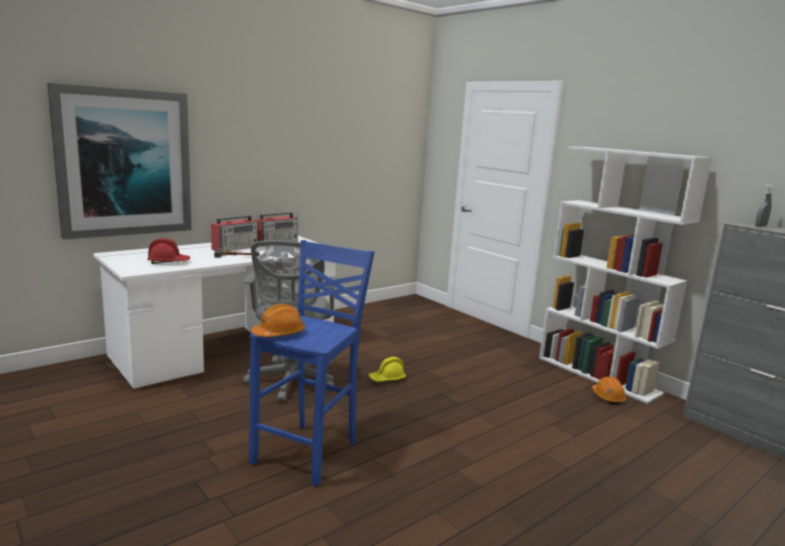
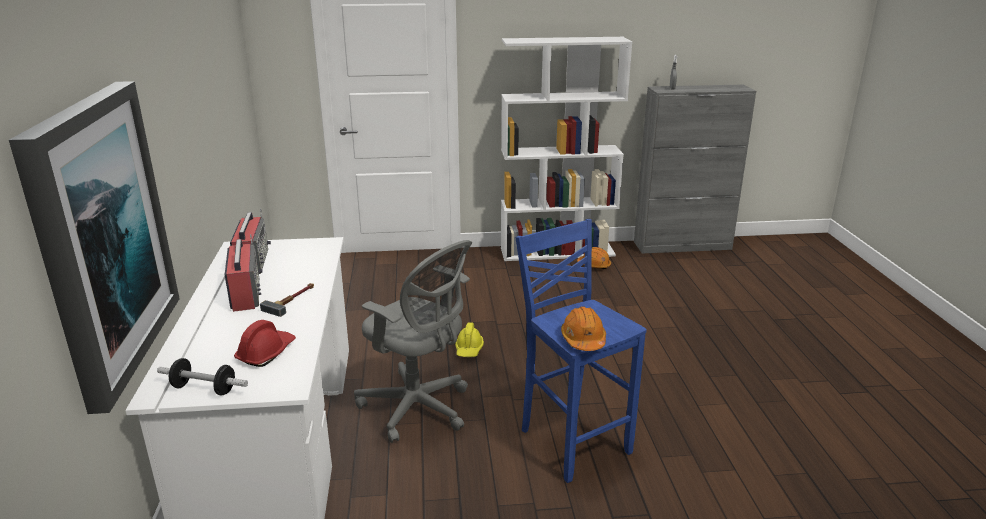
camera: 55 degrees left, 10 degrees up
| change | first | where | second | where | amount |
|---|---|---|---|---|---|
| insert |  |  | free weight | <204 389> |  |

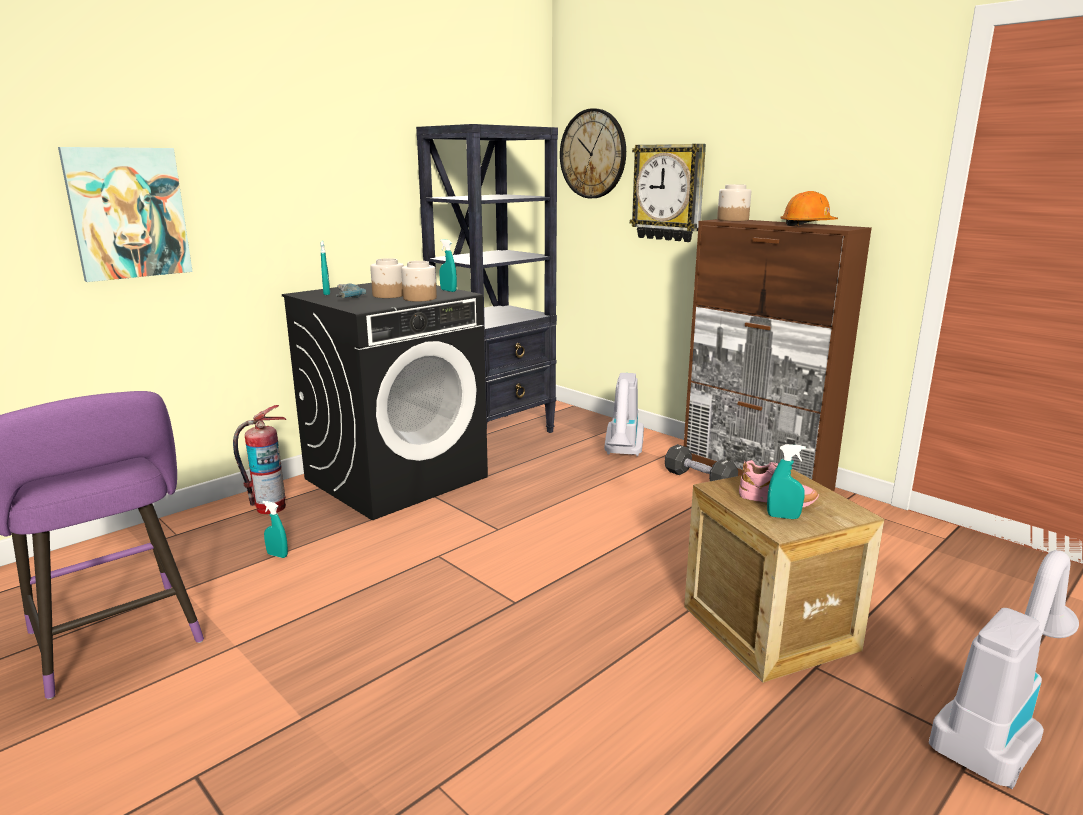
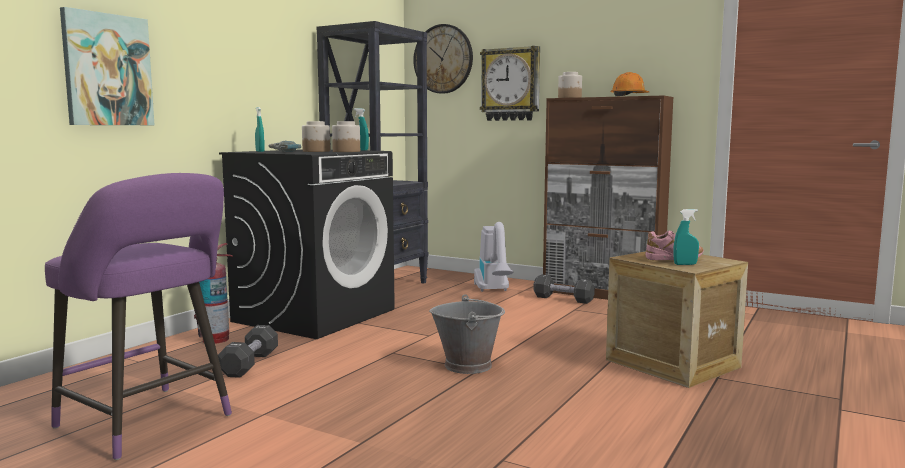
camera: 15 degrees left, 10 degrees down
| change | first | where | second | where | amount |
|---|---|---|---|---|---|
| delete | vacuum | <998 724> |  |  |  |
| insert |  |  | gray pail | <468 365> |  |
| replace | turquoise-coloured spray bottle | <277 555> | black free weight | <250 364> |  |

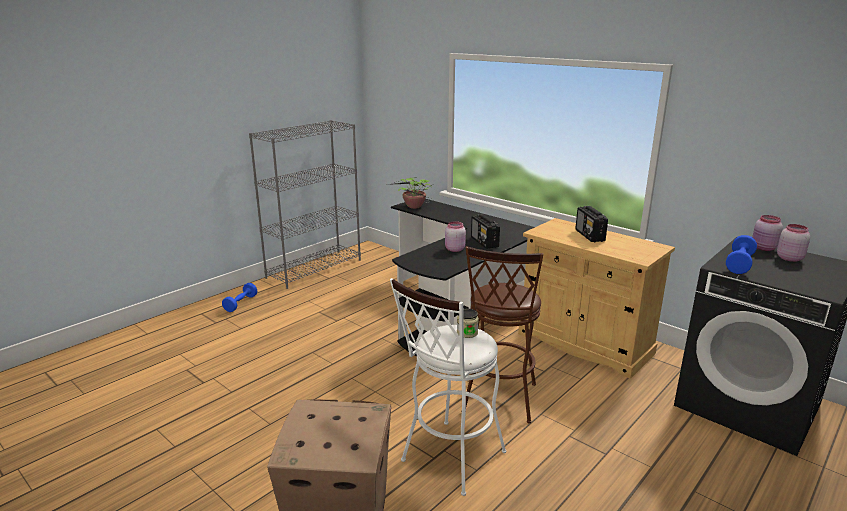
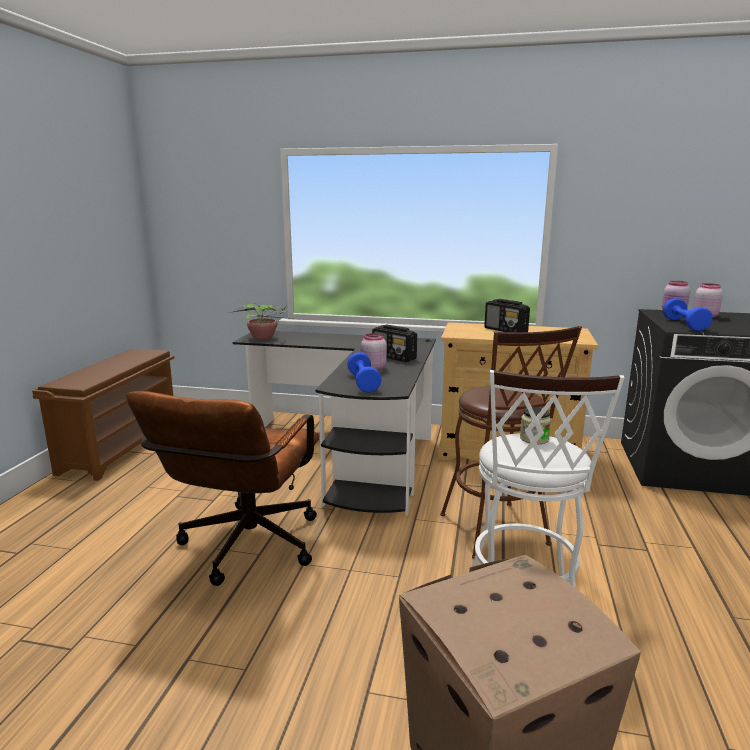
camera: 30 degrees left, 5 degrees down
| change | first | where | second | where | amount |
|---|---|---|---|---|---|
| insert |  |  | brown-coloured desk chair | <244 550> |  |
| move | blue free weight | <241 303> |  | <363 383> |  |
| replace | gray shelving unit | <315 268> | brown-coloured shoe rack | <121 447> |  |

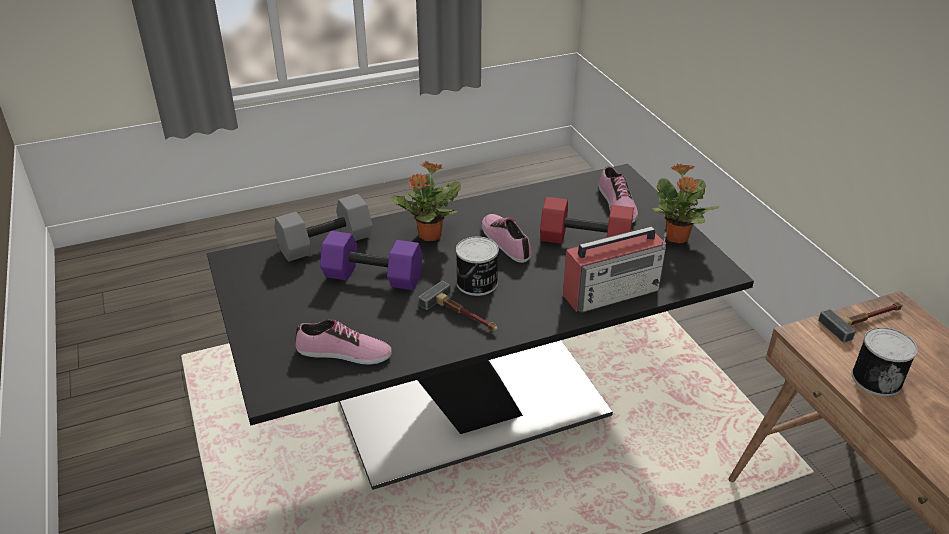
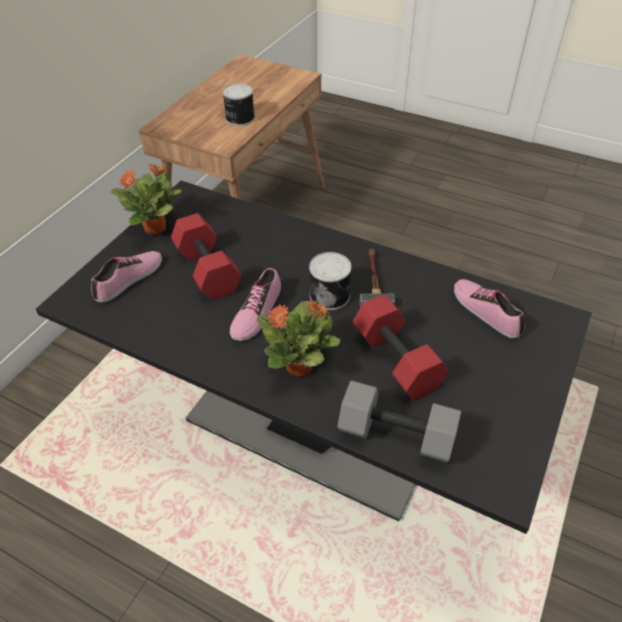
camera: 130 degrees left, 10 degrees up
| change | first | where | second | where | amount |
|---|---|---|---|---|---|
| delete | radio set | <612 292> |  |  |  |
| delete | tool hammer | <865 320> |  |  |  |
| recolor | purple-coloured free weight | <371 277> | red free weight | <398 360> |  |

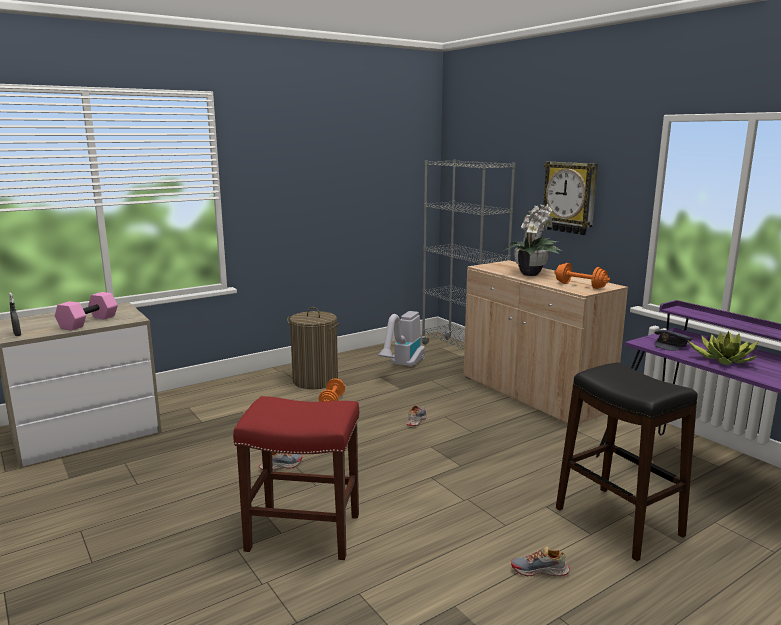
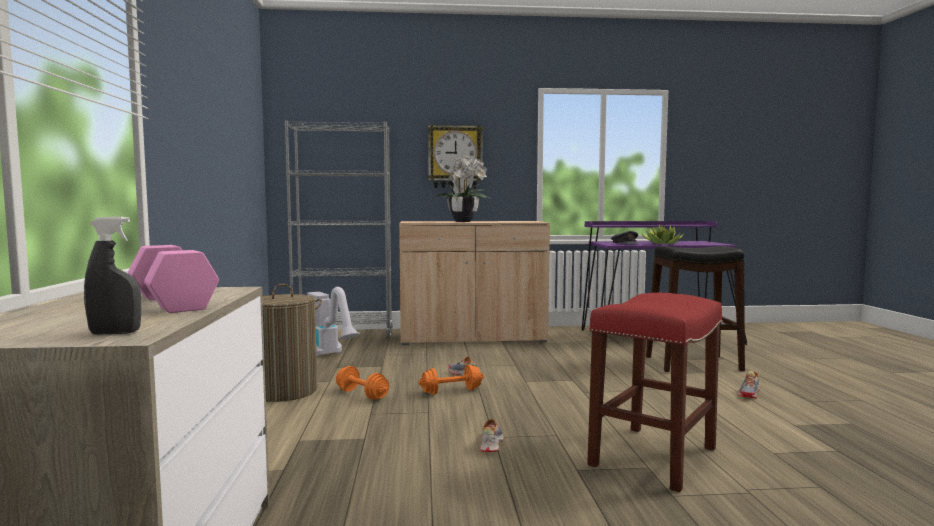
camera: 60 degrees left, 10 degrees down
| change | first | where | second | where | amount |
|---|---|---|---|---|---|
| move | orange-coloured free weight | <580 286> |  | <451 391> |  |

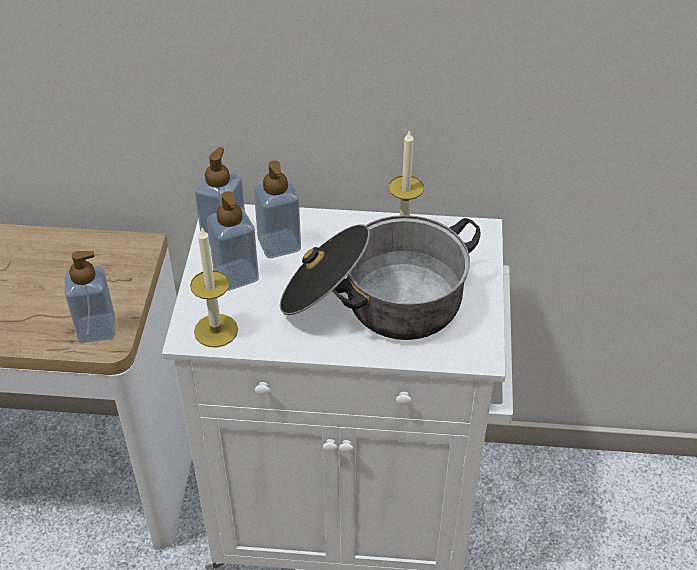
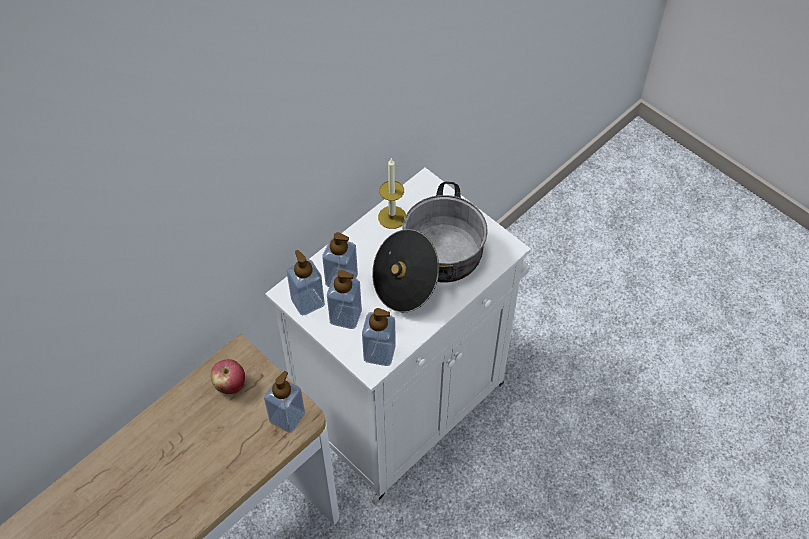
camera: 50 degrees left, 10 degrees up
| change | first | where | second | where | amount |
|---|---|---|---|---|---|
| insert |  |  | apple | <230 385> |  |
| replace | wax candle | <216 330> | soap dispenser | <379 353> |  |

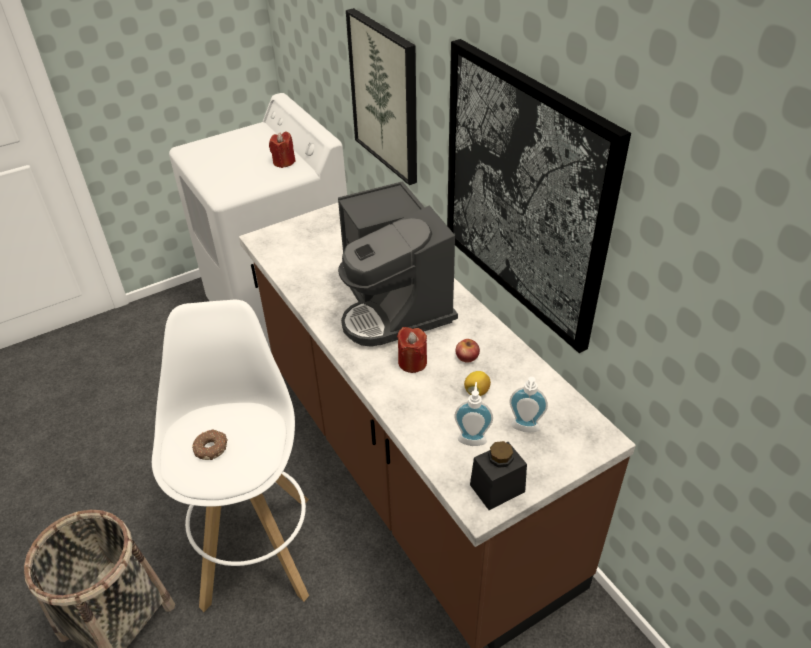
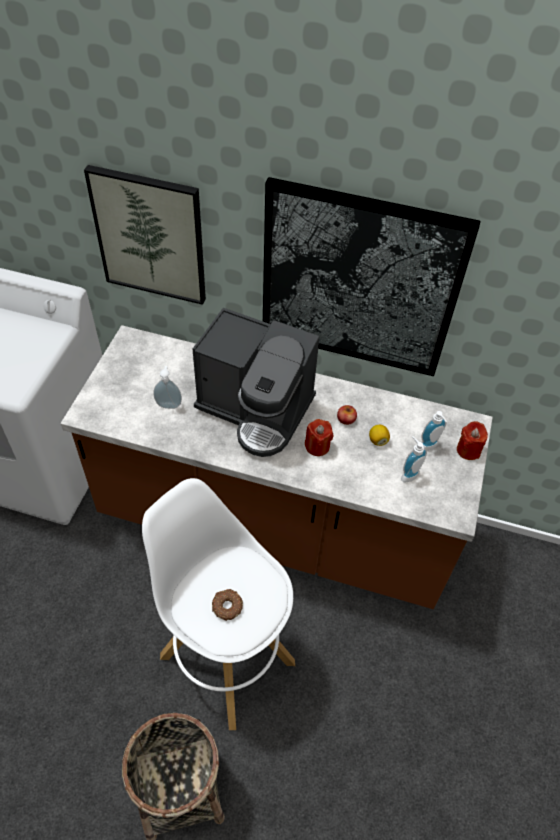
camera: 45 degrees left, 10 degrees up
| change | first | where | second | where | amount |
|---|---|---|---|---|---|
| delete | black storage jar | <497 488> |  |  |  |
| insert |  |  | soap dispenser | <169 404> |  |
| move | red wax candle | <284 162> |  | <468 450> |  |

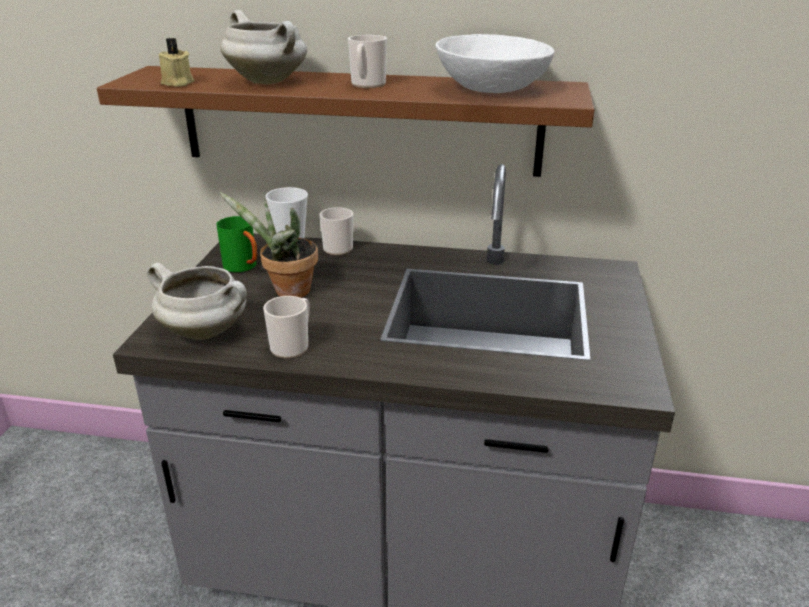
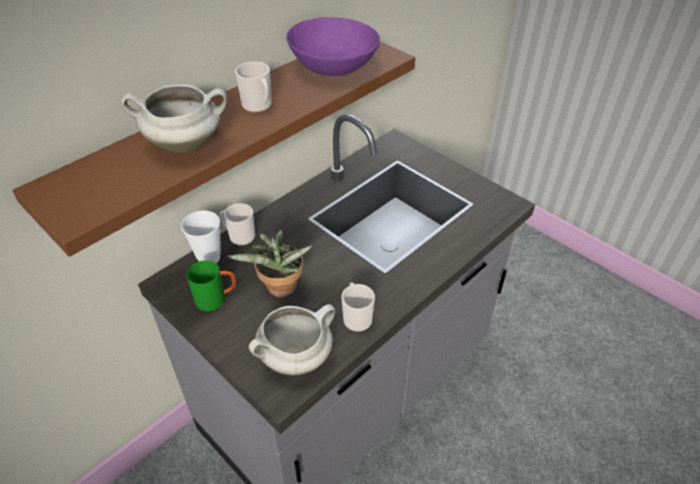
camera: 55 degrees left, 15 degrees up
| change | first | where | second | where | amount |
|---|---|---|---|---|---|
| delete | sand-coloured wax candle | <177 83> |  |  |  |
| recolor | whitish serving bowl | <490 89> | purple-coloured serving bowl | <332 67> |  |

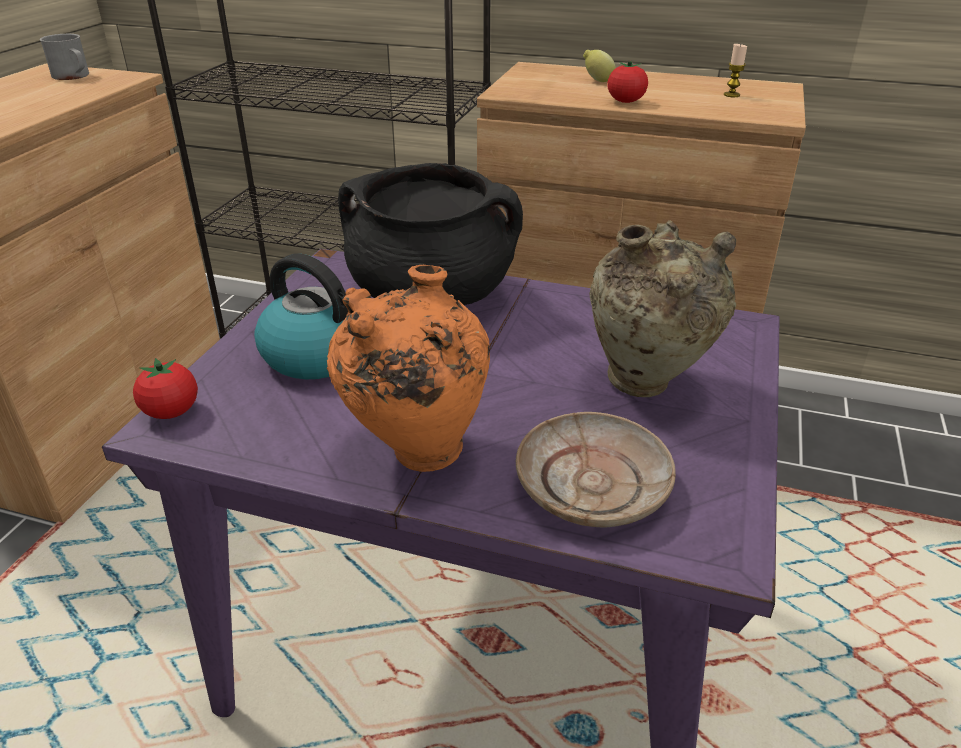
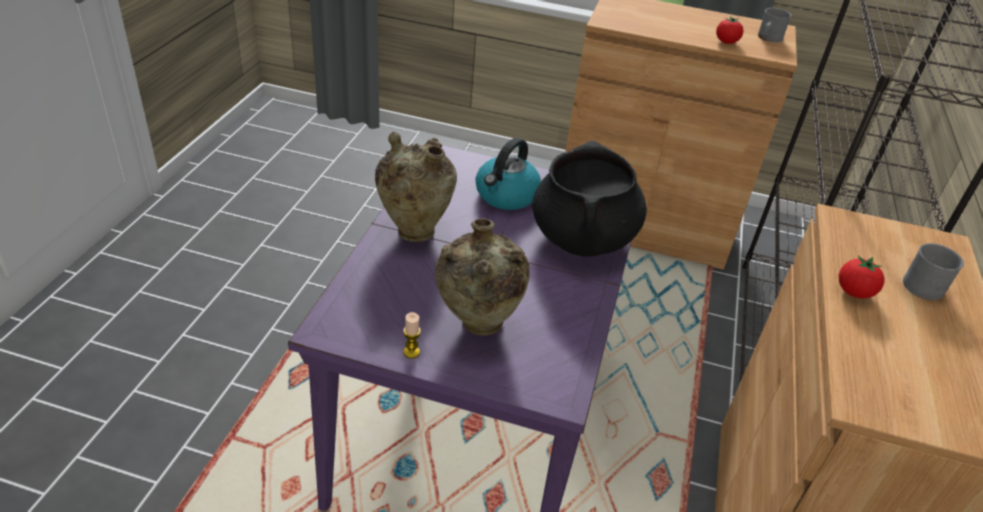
camera: 85 degrees right, 5 degrees up
| change | first | where | second | where | amount |
|---|---|---|---|---|---|
| delete | sand-coloured dinner plate | <593 485> |  |  |  |
| move | fresh tomato | <171 412> |  | <726 42> |  |
| move | wax candle | <731 95> |  | <411 352> |  |
| replace | lemon | <597 81> | gray tea mug | <922 283> |  |
| recolor | orange-coloured flower vase | <416 453> | sand-coloured flower vase | <414 229> |  |

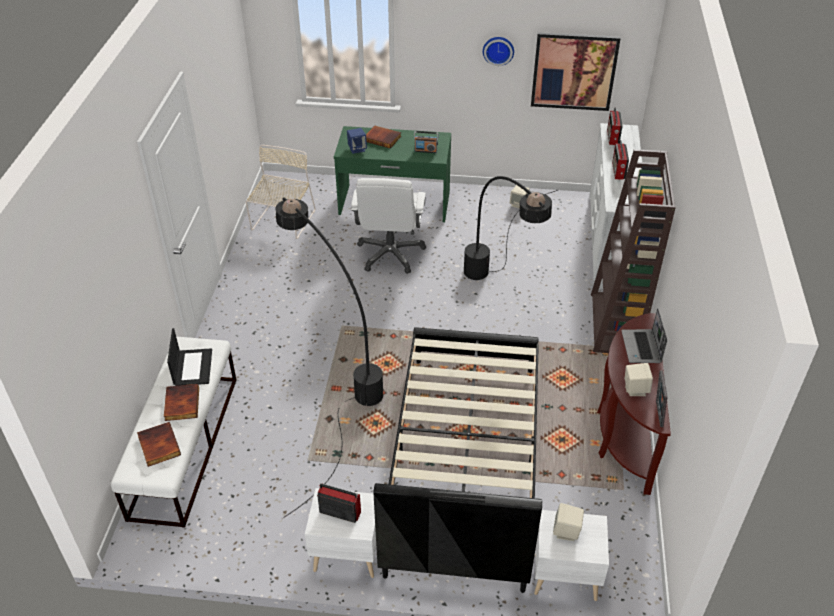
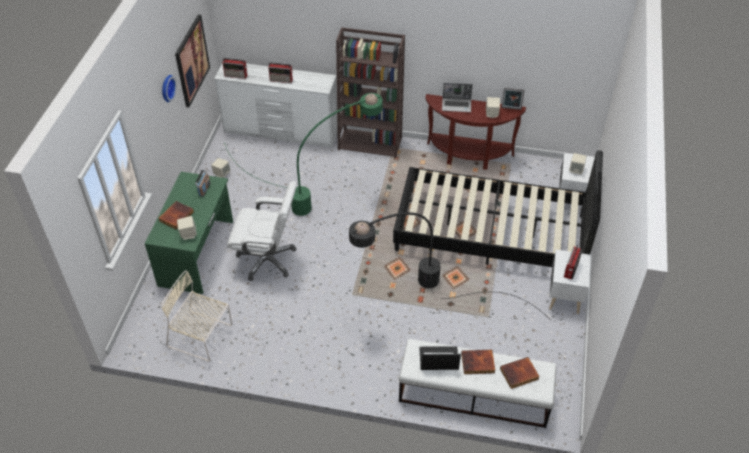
camera: 85 degrees left, 5 degrees up
| change | first | where | second | where | amount |
|---|---|---|---|---|---|
| recolor | blue audio speaker | <357 149> | sand-coloured audio speaker | <188 234> |  |
| recolor | black standing lamp | <503 286> | green standing lamp | <320 195> |  |

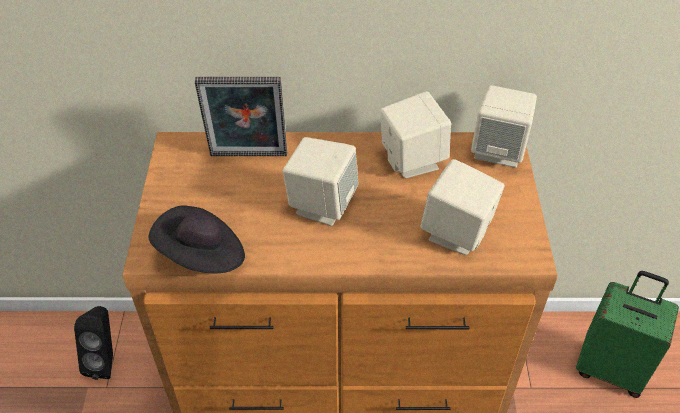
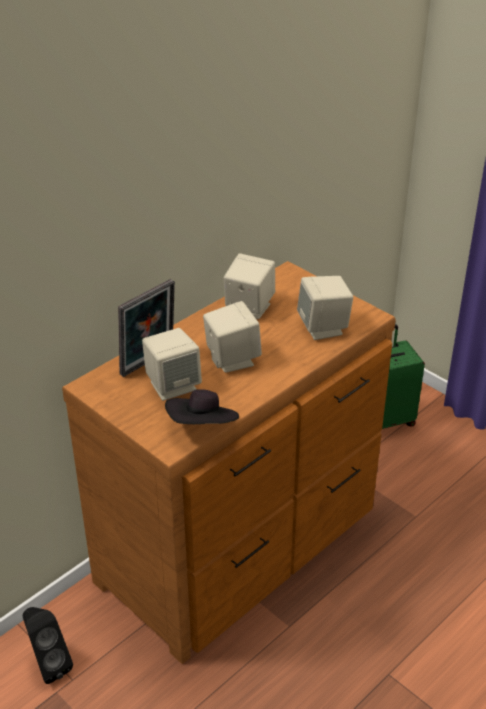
camera: 45 degrees left, 10 degrees down
| change | first | where | second | where | amount |
|---|---|---|---|---|---|
| move | sand-coloured audio speaker | <498 150> |  | <173 385> |  |

